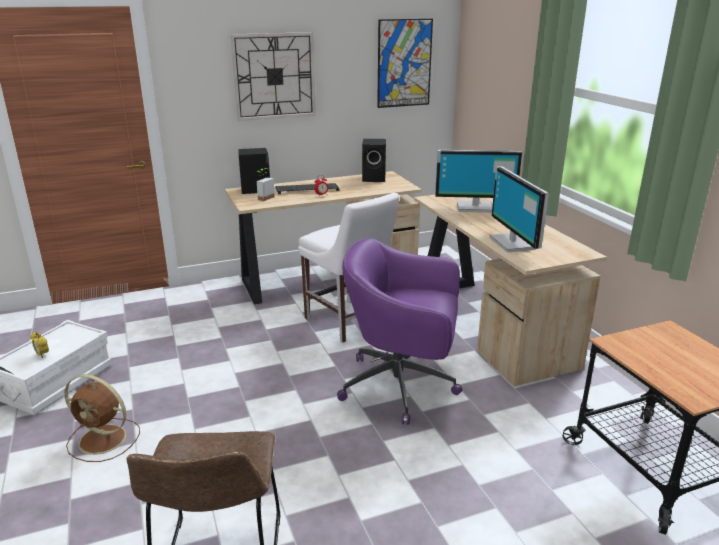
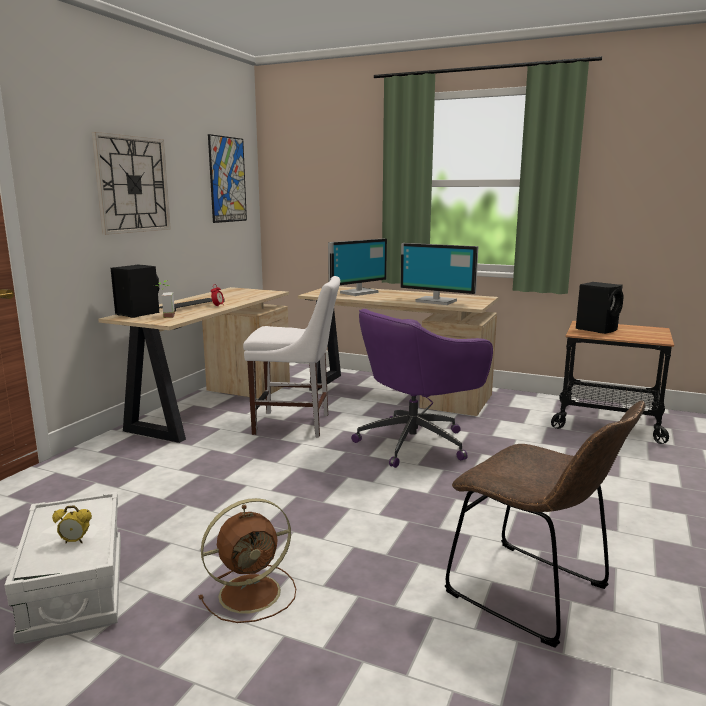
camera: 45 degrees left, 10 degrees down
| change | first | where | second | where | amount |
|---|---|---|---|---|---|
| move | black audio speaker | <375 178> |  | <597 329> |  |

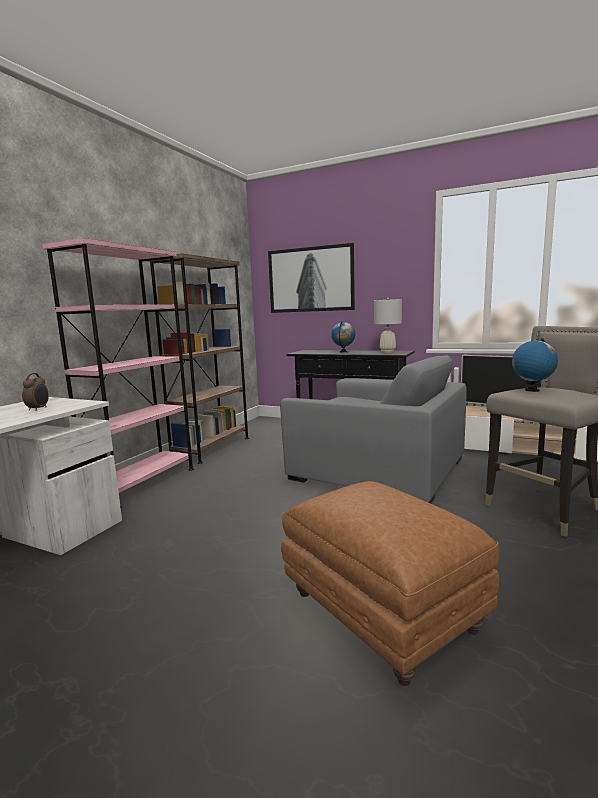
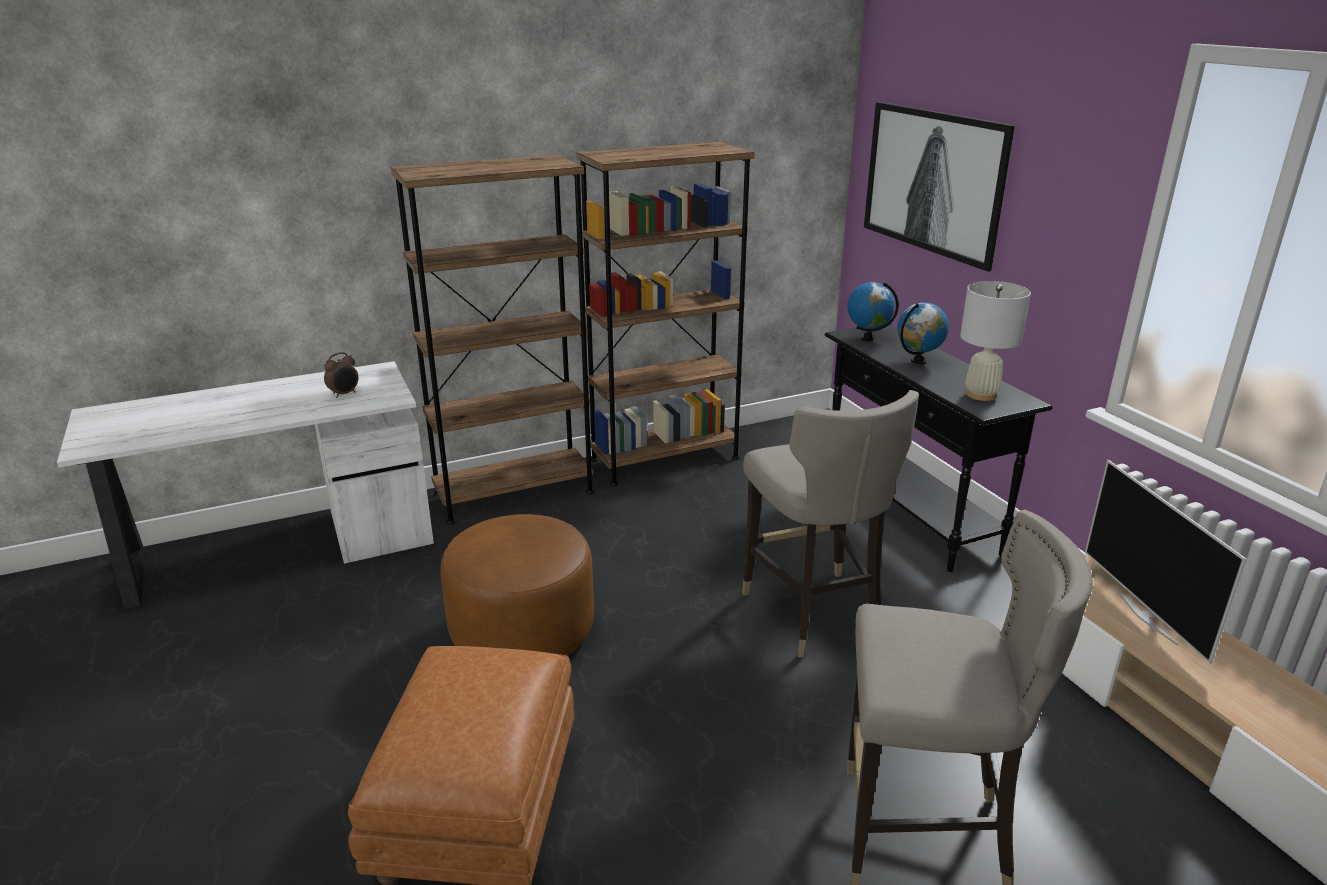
camera: 40 degrees right, 15 degrees up
| change | first | where | second | where | amount |
|---|---|---|---|---|---|
| insert |  |  | brown-coloured pouffe | <522 632> |  |
| move | globe | <532 390> |  | <867 338> |  |
| replace | gray easy chair | <377 469> | gray stool seat | <814 614> |  |
| recolor | pinkish shelving unit | <142 484> | brown-coloured shelving unit | <514 493> |  |

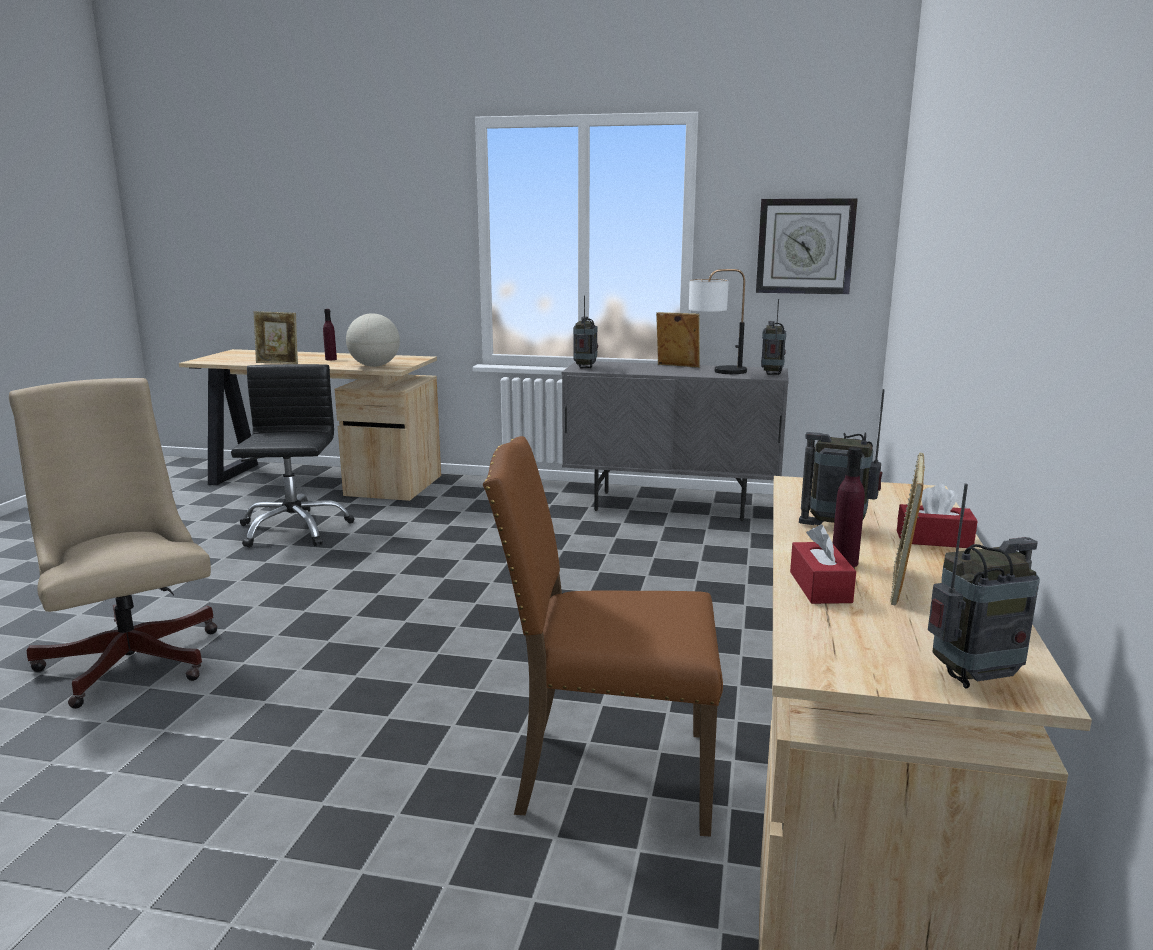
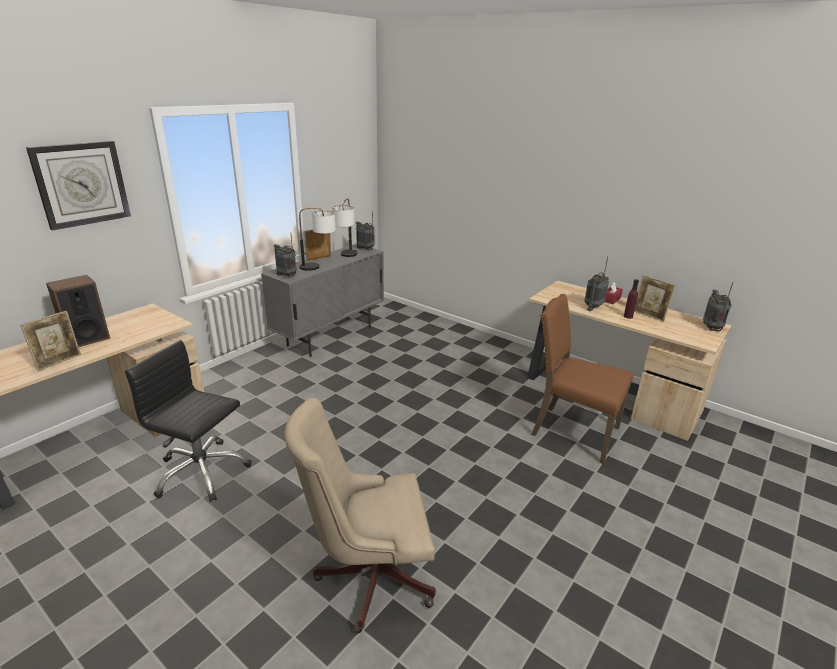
camera: 65 degrees left, 10 degrees up
| change | first | where | second | where | amount |
|---|---|---|---|---|---|
| delete | globe | <374 366> |  |  |  |
| delete | red tissue holder | <820 587> |  |  |  |
| insert |  |  | lamp for a table | <319 267> |  |
| move | clock on the wall | <805 246> |  | <81 184> |  |
| replace | purple-coloured drink bottle | <331 359> | audio speaker | <87 339> |  |
| rotate | brown-coloured plain chair | <608 774> |  | <572 431> | 90 degrees clockwise |

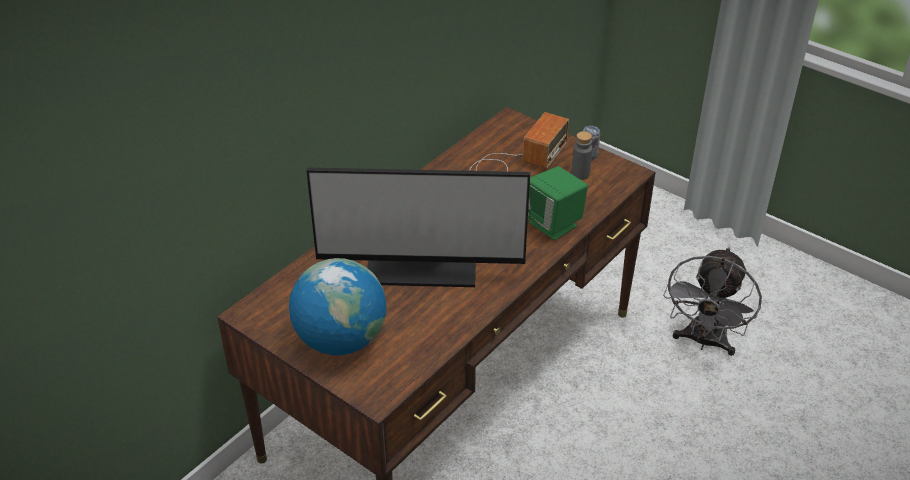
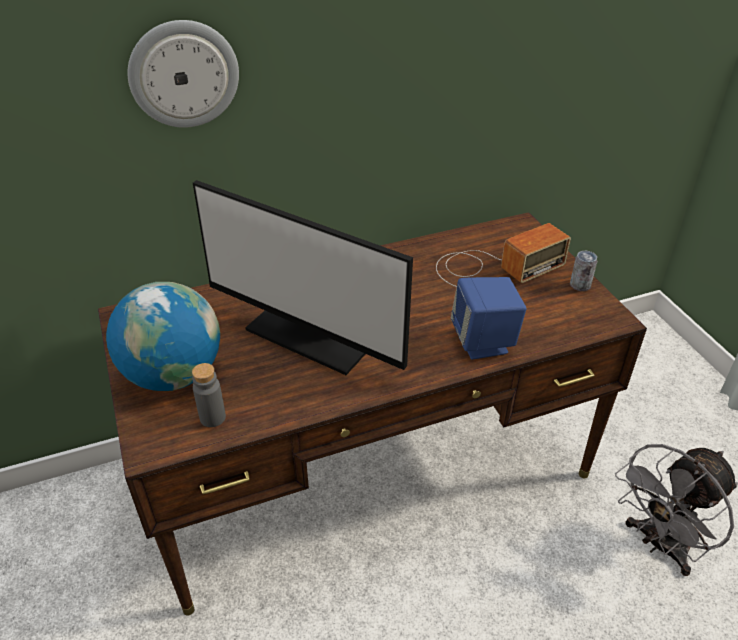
camera: 30 degrees right, 0 degrees up
| change | first | where | second | where | amount |
|---|---|---|---|---|---|
| insert |  |  | clock on the wall | <184 74> |  |
| move | gray drink bottle | <580 174> |  | <212 417> |  |
| recolor | green audio speaker | <553 224> | blue audio speaker | <483 342> |  |

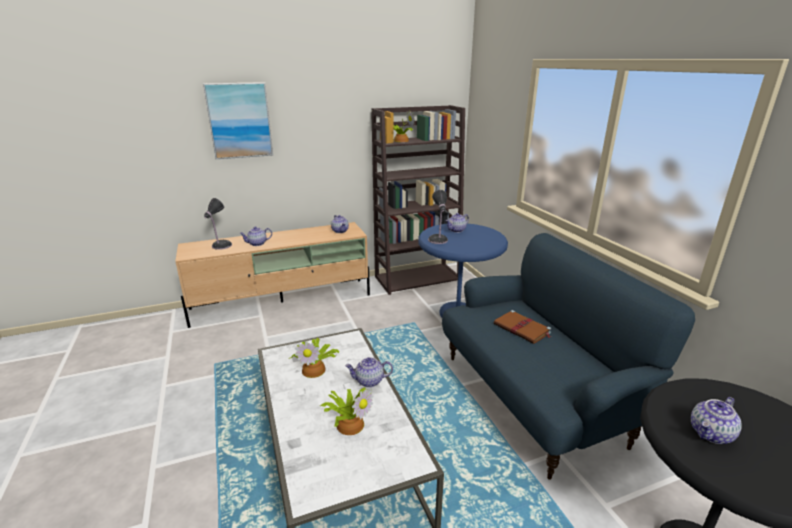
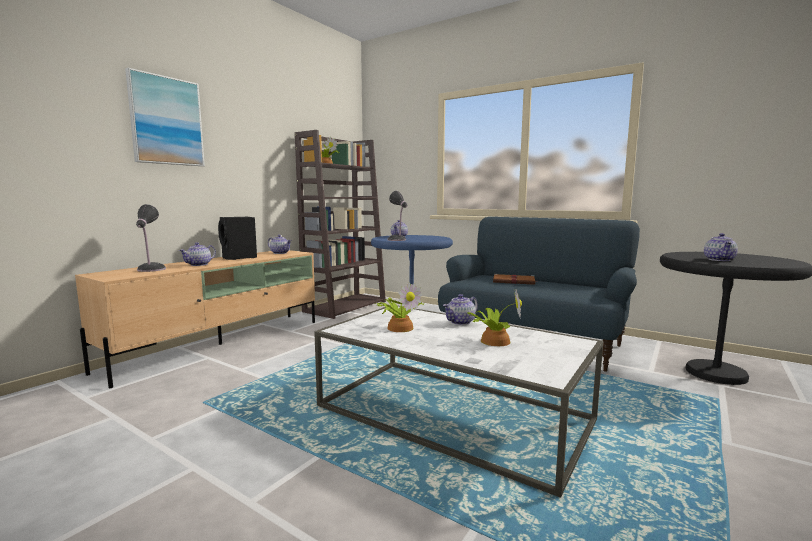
camera: 35 degrees left, 15 degrees down
| change | first | where | second | where | amount |
|---|---|---|---|---|---|
| insert |  |  | black audio speaker | <239 257> |  |

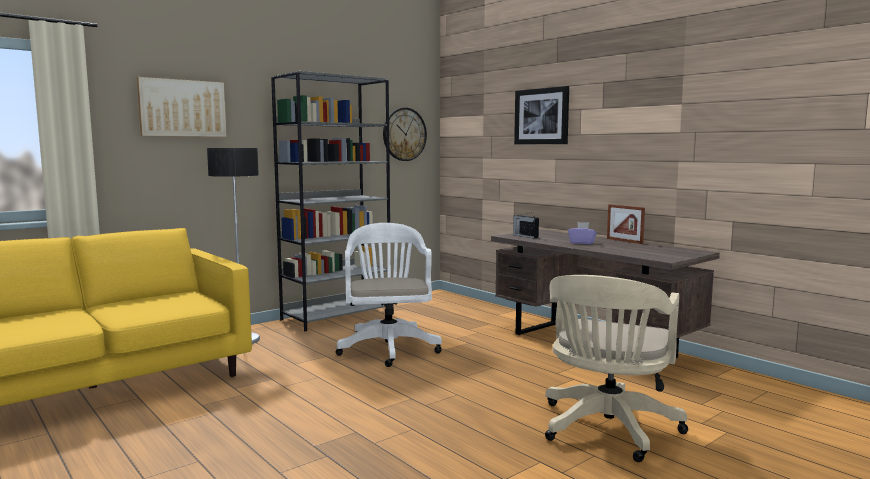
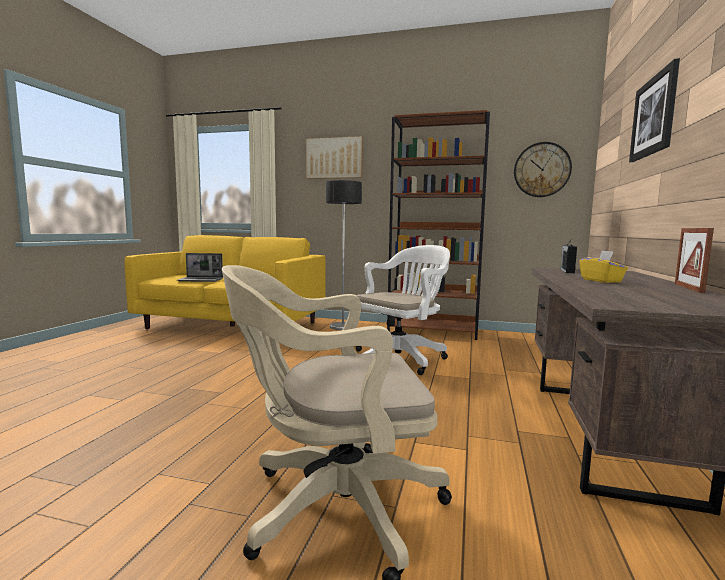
camera: 55 degrees right, 0 degrees up
| change | first | where | second | where | amount |
|---|---|---|---|---|---|
| insert |  |  | laptop | <201 280> |  |
| recolor | gray shelving unit | <337 316> | brown-coloured shelving unit | <433 331> |  |
| recolor | purple-coloured tissue holder | <582 243> | yellow-coloured tissue holder | <601 281> |  |

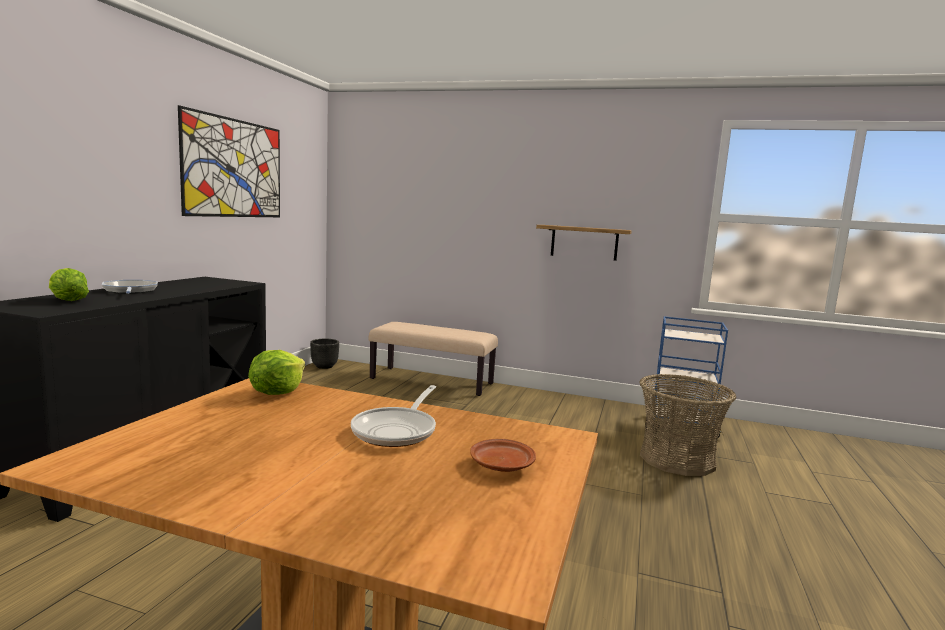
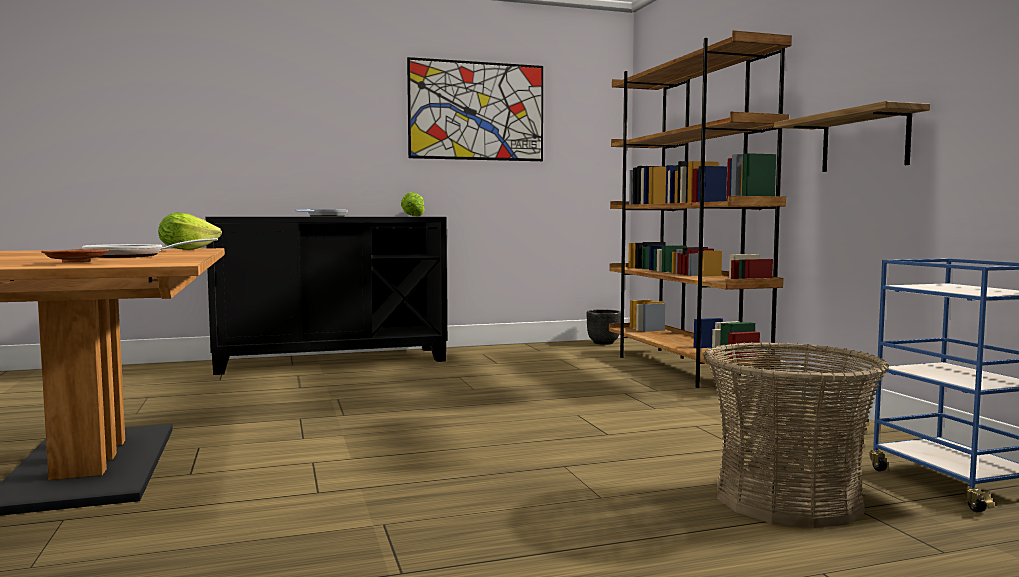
camera: 55 degrees right, 5 degrees down
| change | first | where | second | where | amount |
|---|---|---|---|---|---|
| move | lettuce | <68 301> |  | <413 216> |  |
| replace | sand-coloured bench | <432 381> | brown-coloured shelving unit | <683 369> |  |

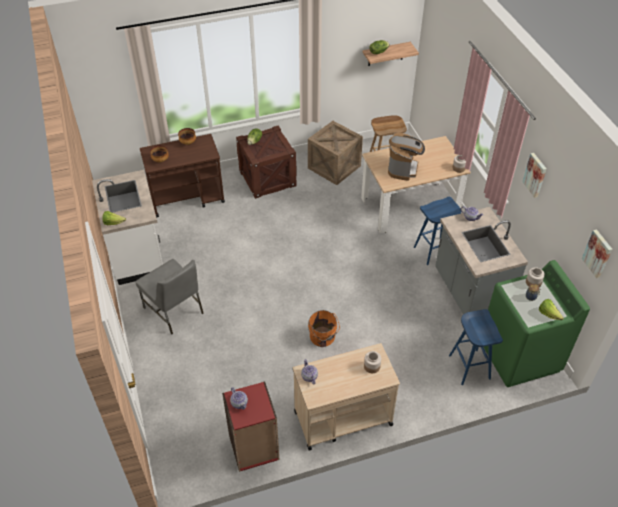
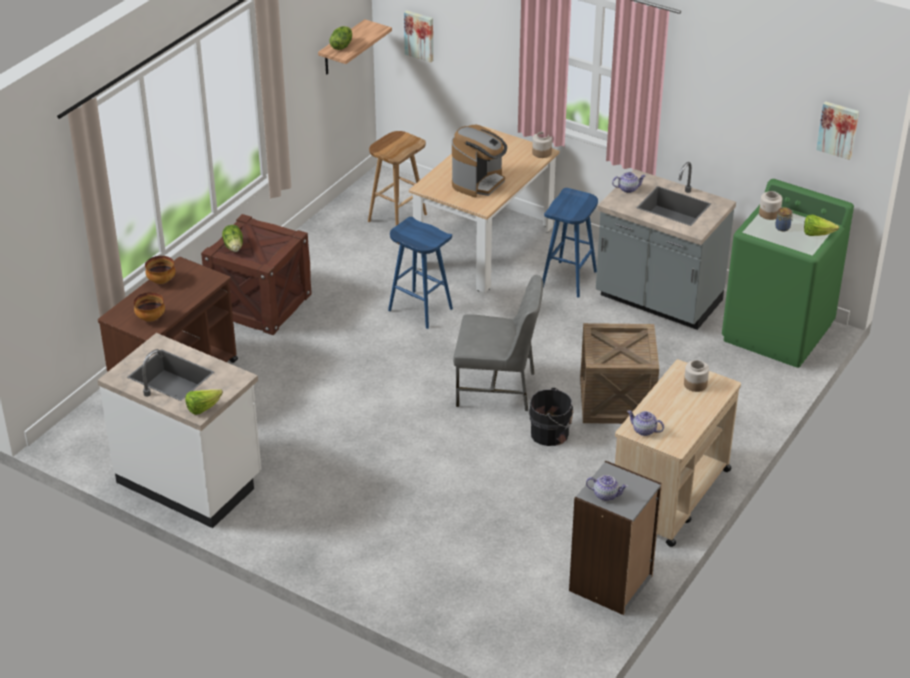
camera: 40 degrees left, 10 degrees down
| change | first | where | second | where | amount |
|---|---|---|---|---|---|
| move | gray plain chair | <174 310> |  | <497 389> |  |
| move | packing crate | <334 167> |  | <616 400> |  |
| move | blue stool seat | <468 366> |  | <419 309> |  |
| move | wall art | <535 175> |  | <420 35> |  |
| recolor | red shelving unit | <254 448> | gray shelving unit | <611 583> |  |
| recolor | orange-coloured pail | <323 337> | black pail | <551 433> |  |
| rotate | coffee brewer | <403 168> |  | <478 182> | 60 degrees clockwise |

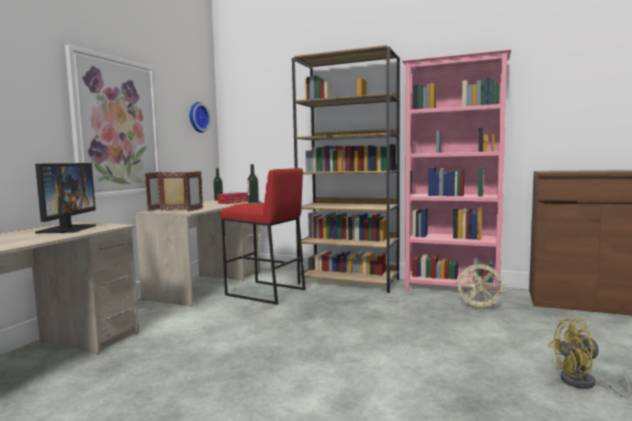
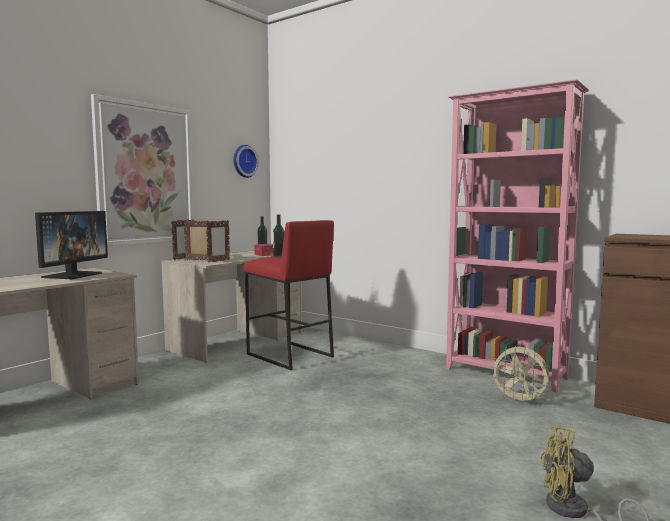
camera: 15 degrees right, 0 degrees up
| change | first | where | second | where | amount |
|---|---|---|---|---|---|
| delete | brown-coloured shelving unit | <349 281> |  |  |  |

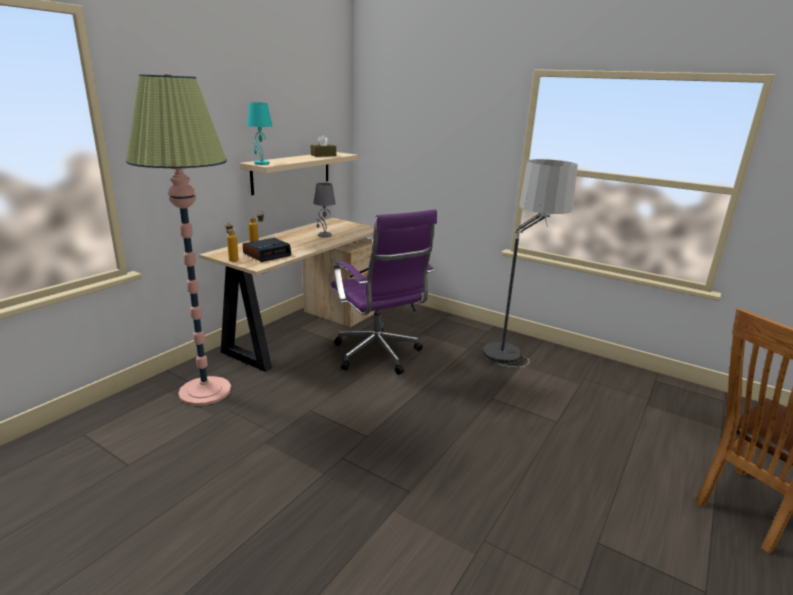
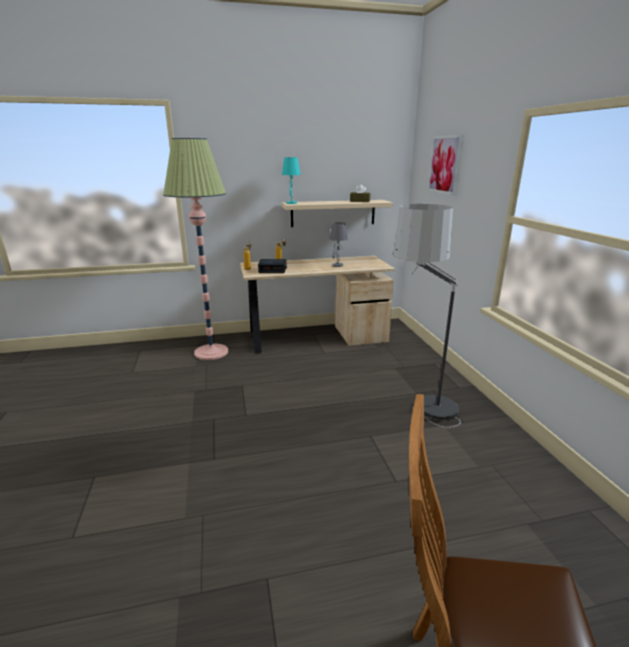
camera: 45 degrees right, 0 degrees up
| change | first | where | second | where | amount |
|---|---|---|---|---|---|
| delete | purple-coloured desk chair | <378 356> |  |  |  |
| insert |  |  | wall art | <445 165> |  |

